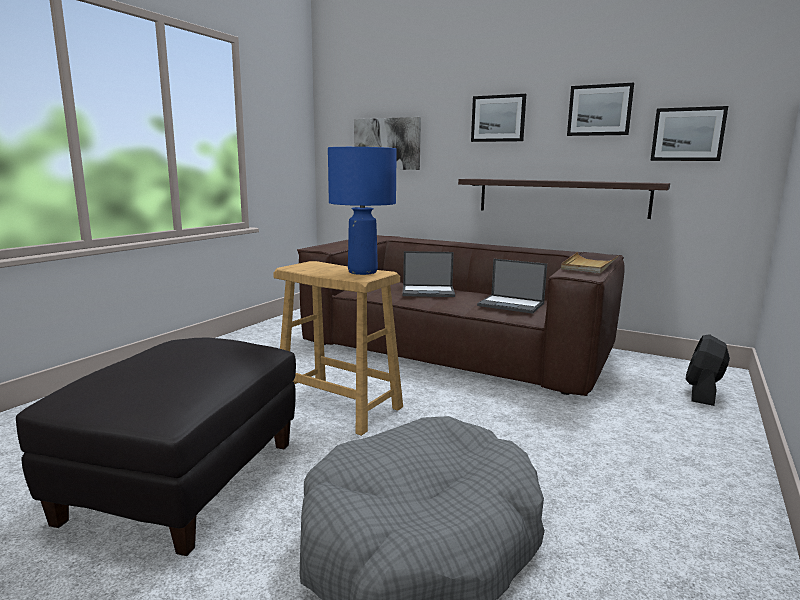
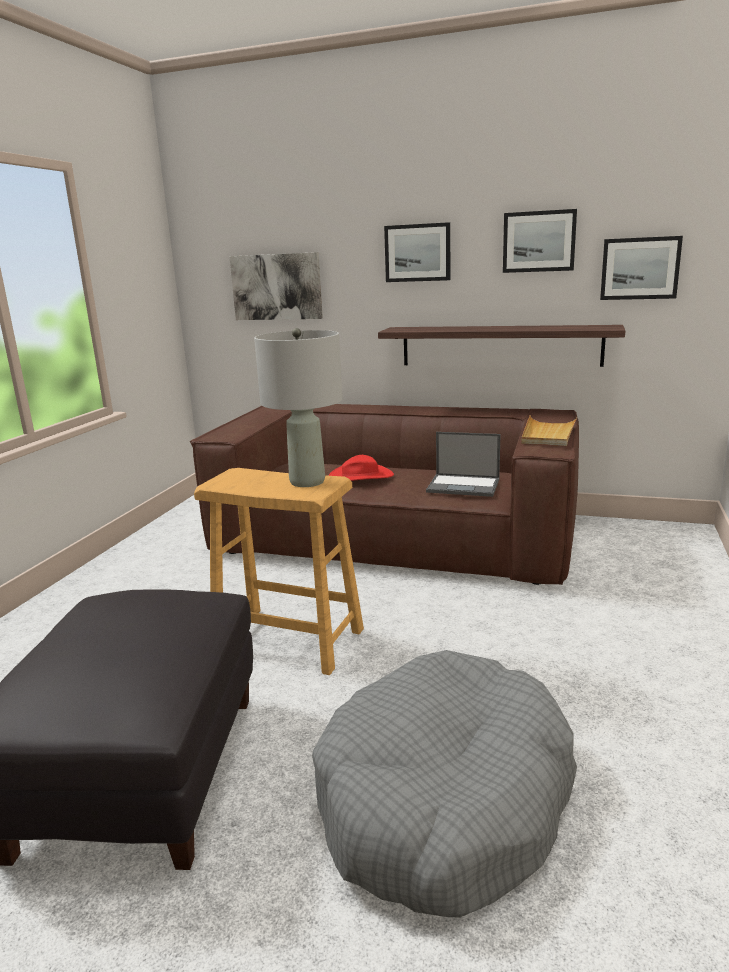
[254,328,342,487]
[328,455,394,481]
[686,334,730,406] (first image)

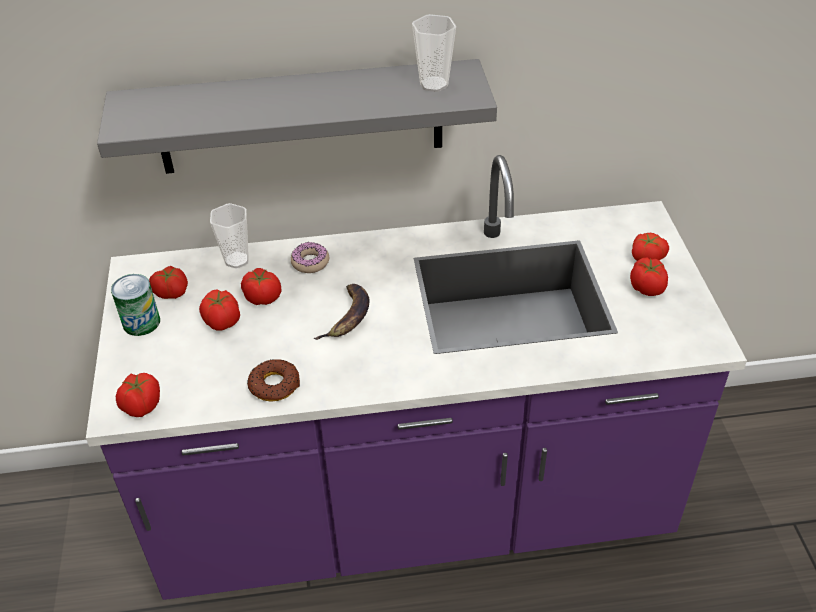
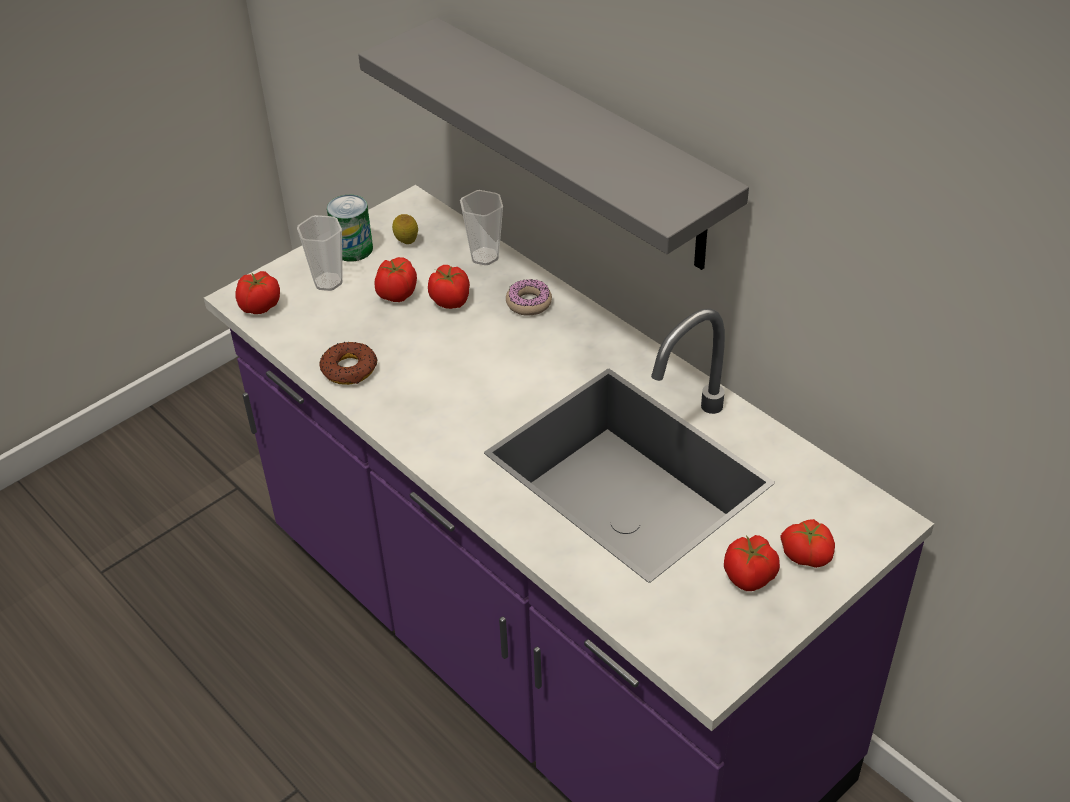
[297,215,343,291]
[392,214,418,244]
[313,284,370,340] (first image)

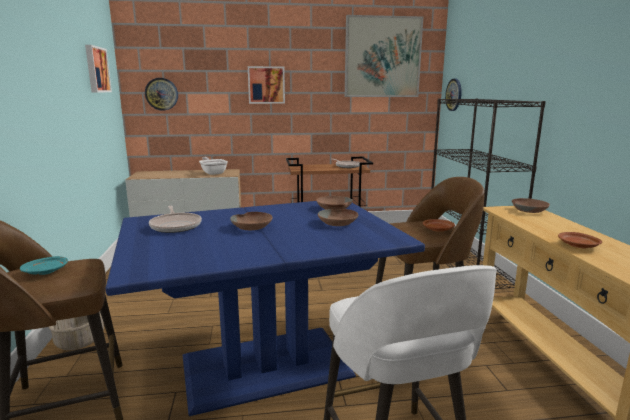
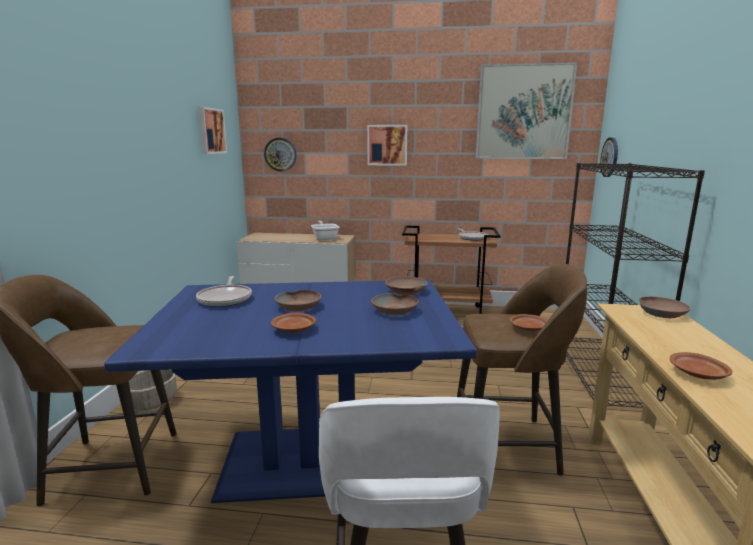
[271,313,316,333]
[20,256,68,275] (first image)

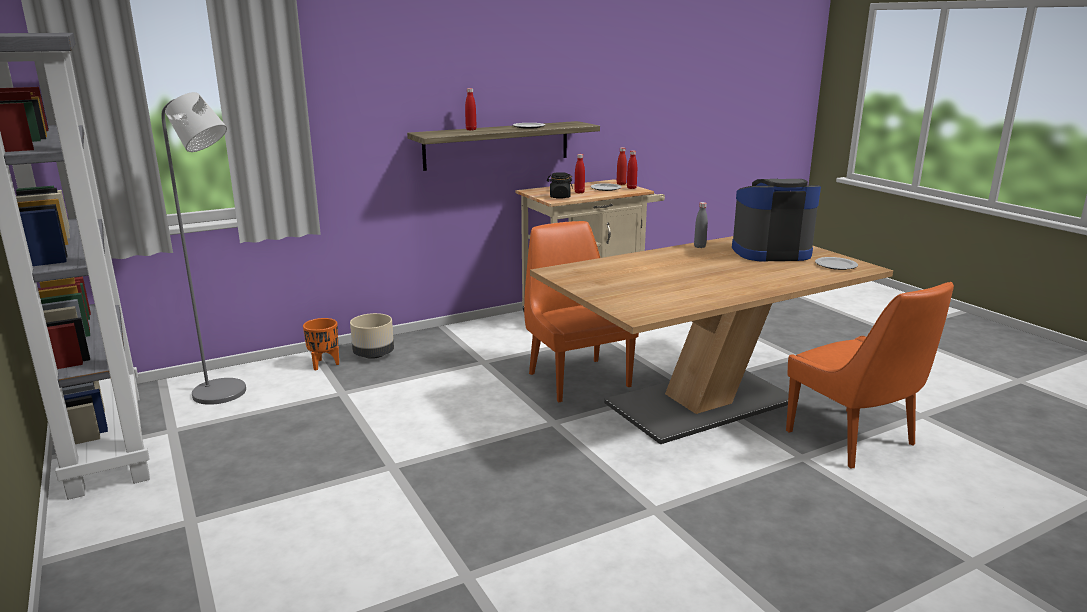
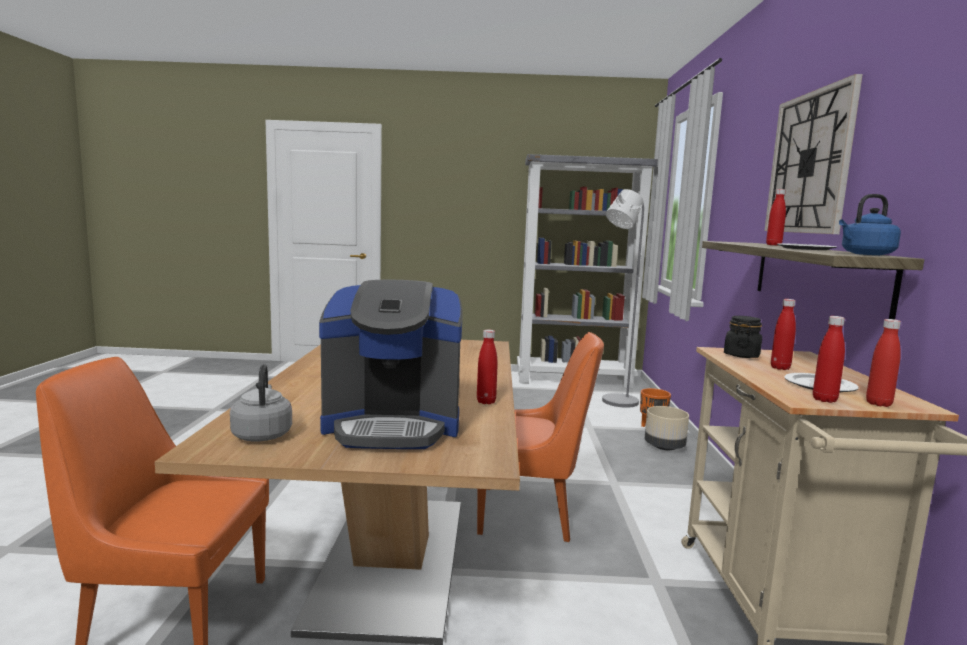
[230,364,292,441]
[319,280,463,449]
[477,330,498,404]
[764,74,863,234]
[839,194,901,255]

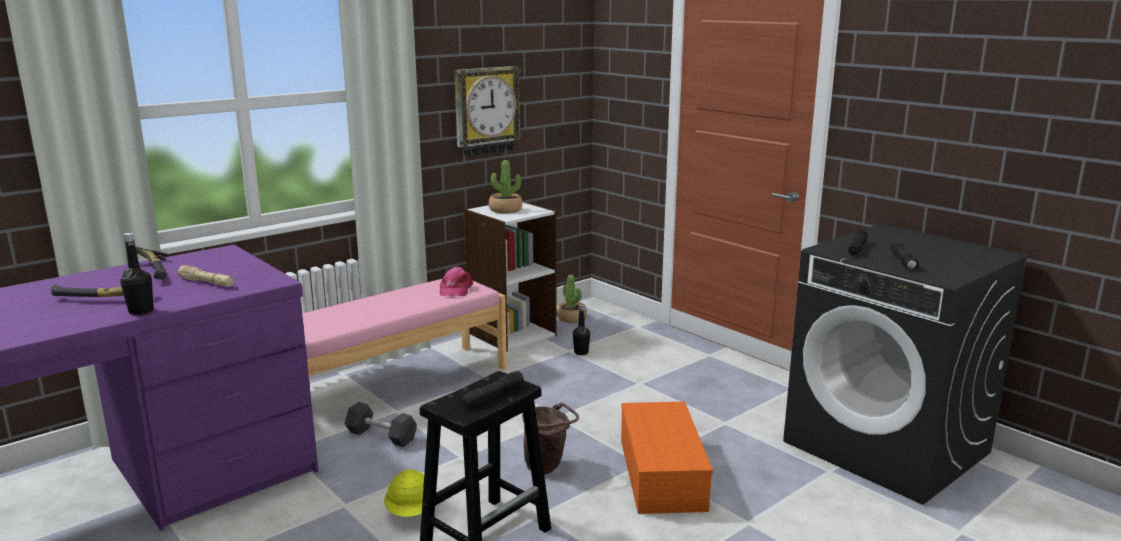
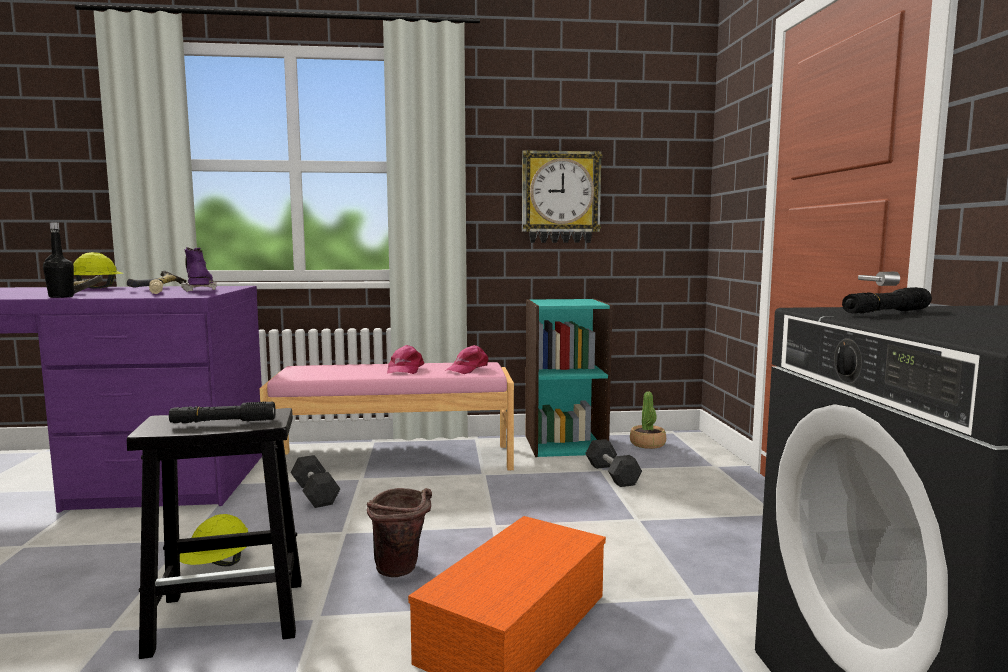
[73,252,123,288]
[181,247,216,292]
[387,345,424,374]
[526,299,612,457]
[585,439,642,487]
[489,160,522,213] (first image)
[890,241,919,271] (first image)

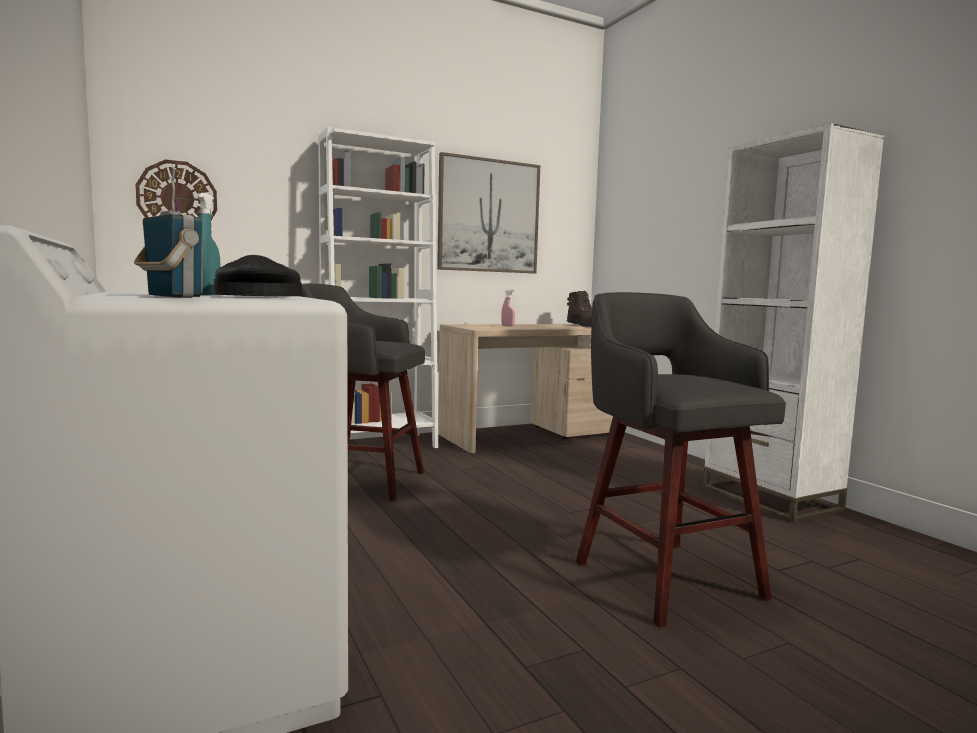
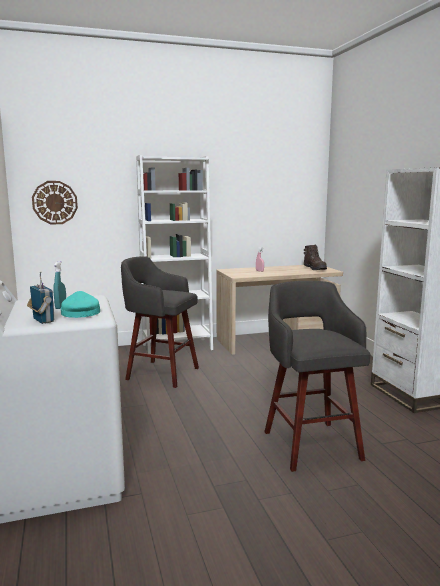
[61,291,100,318]
[437,152,540,273] (first image)

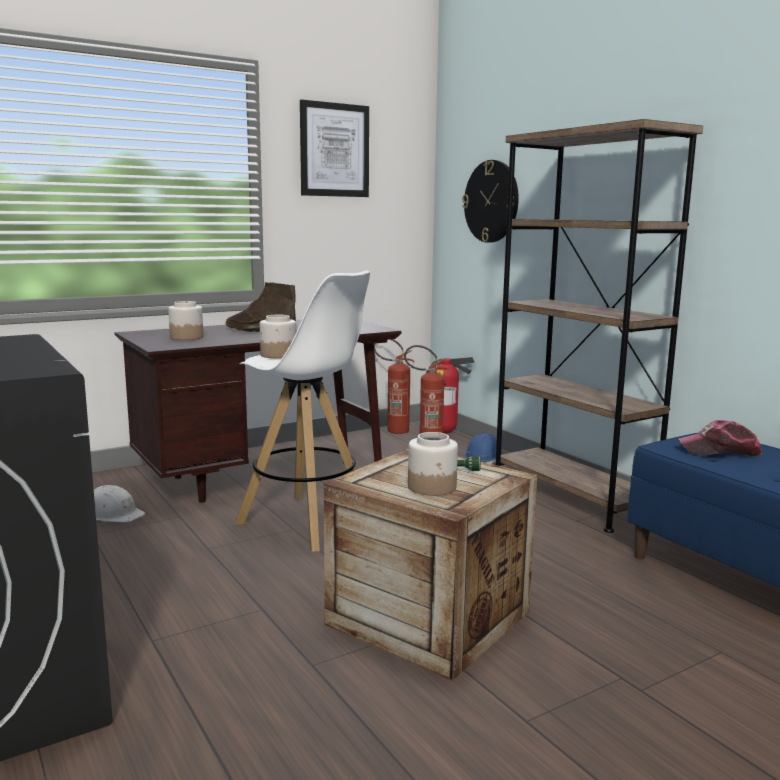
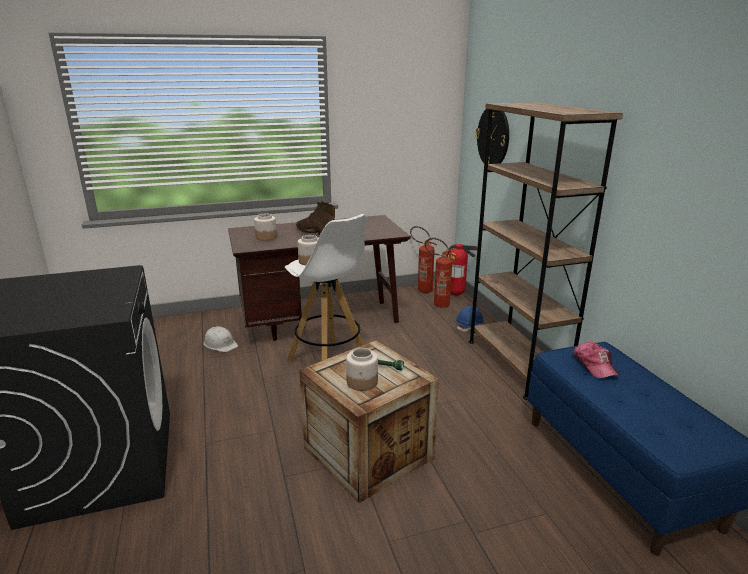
[574,341,620,378]
[300,99,369,197] (first image)

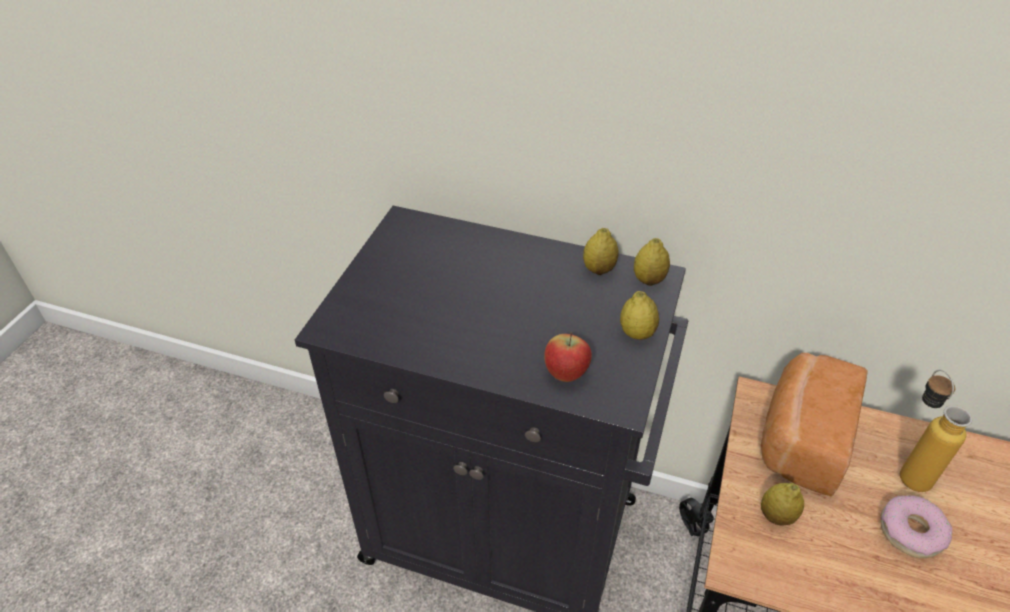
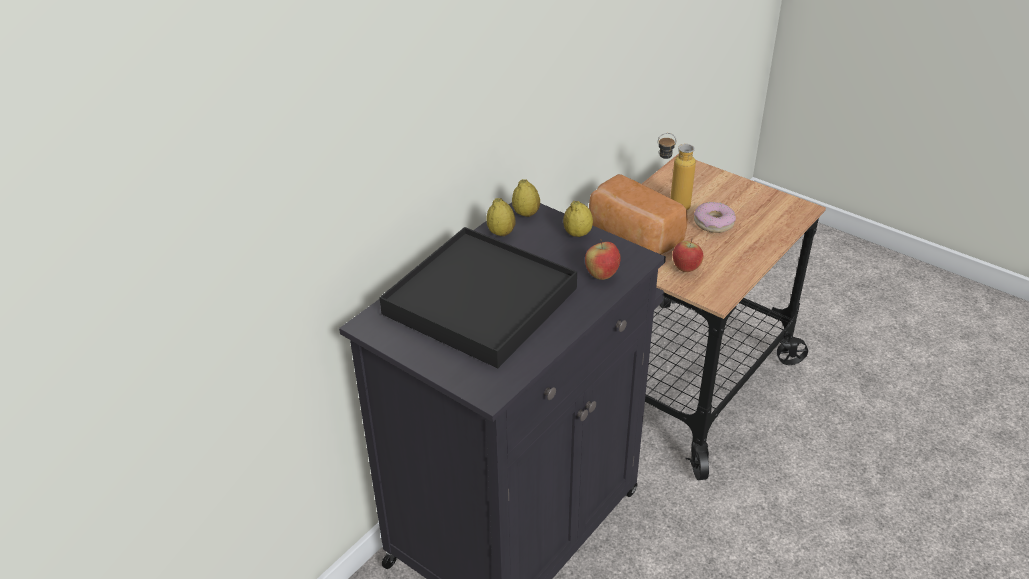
[379,227,577,368]
[673,239,703,272]

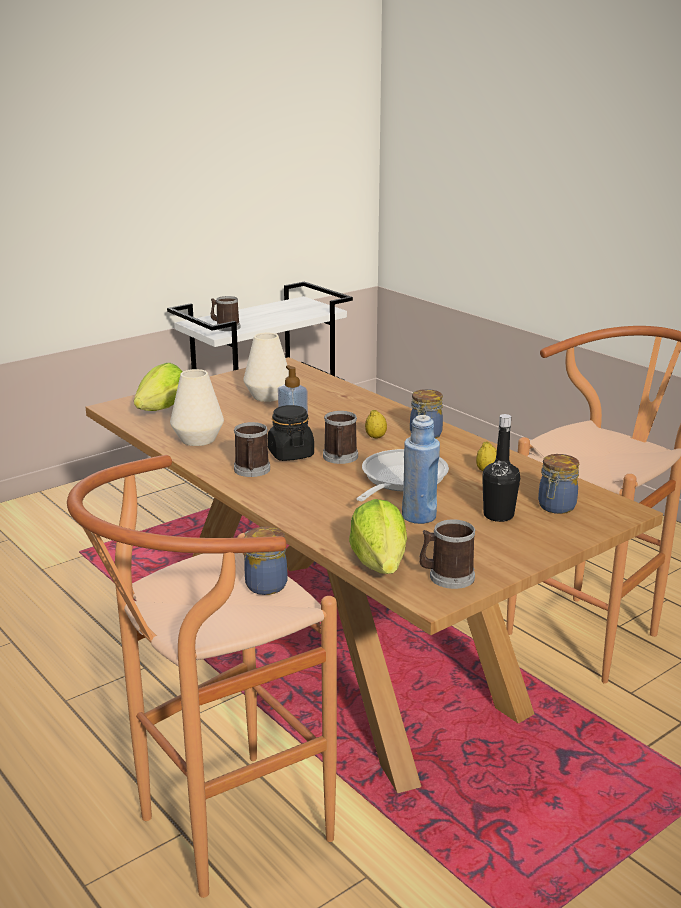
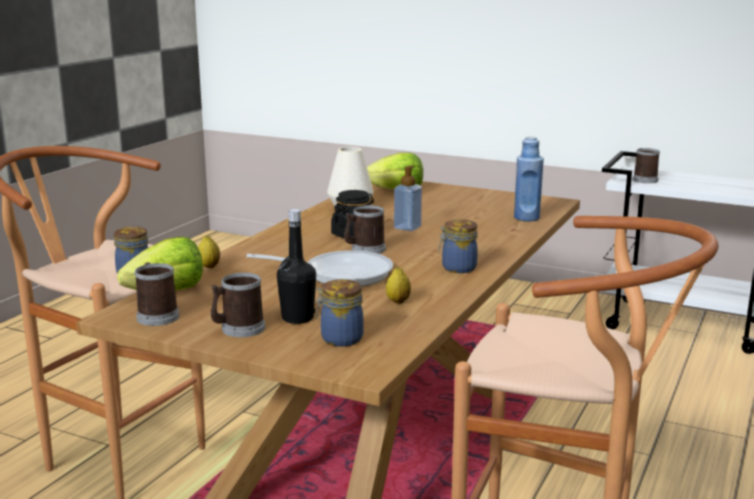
[198,236,220,268]
[211,273,265,337]
[514,137,544,221]
[243,333,289,402] (first image)

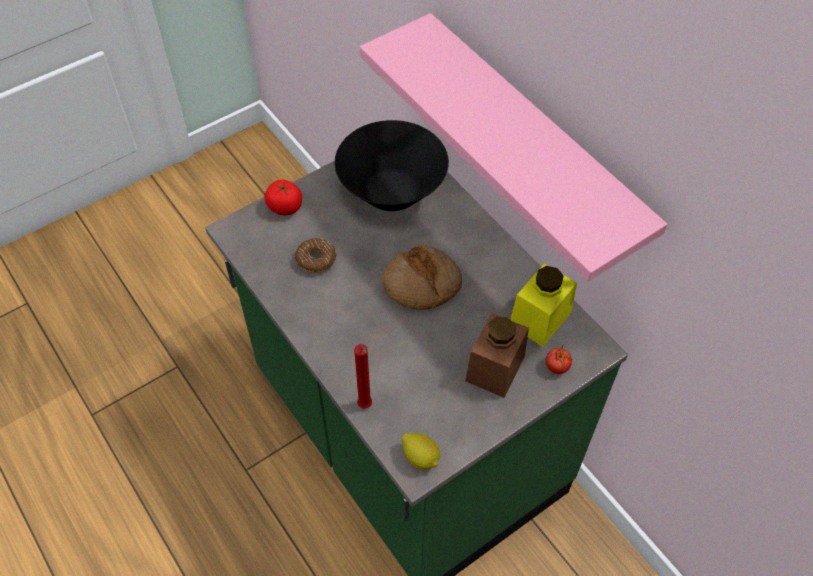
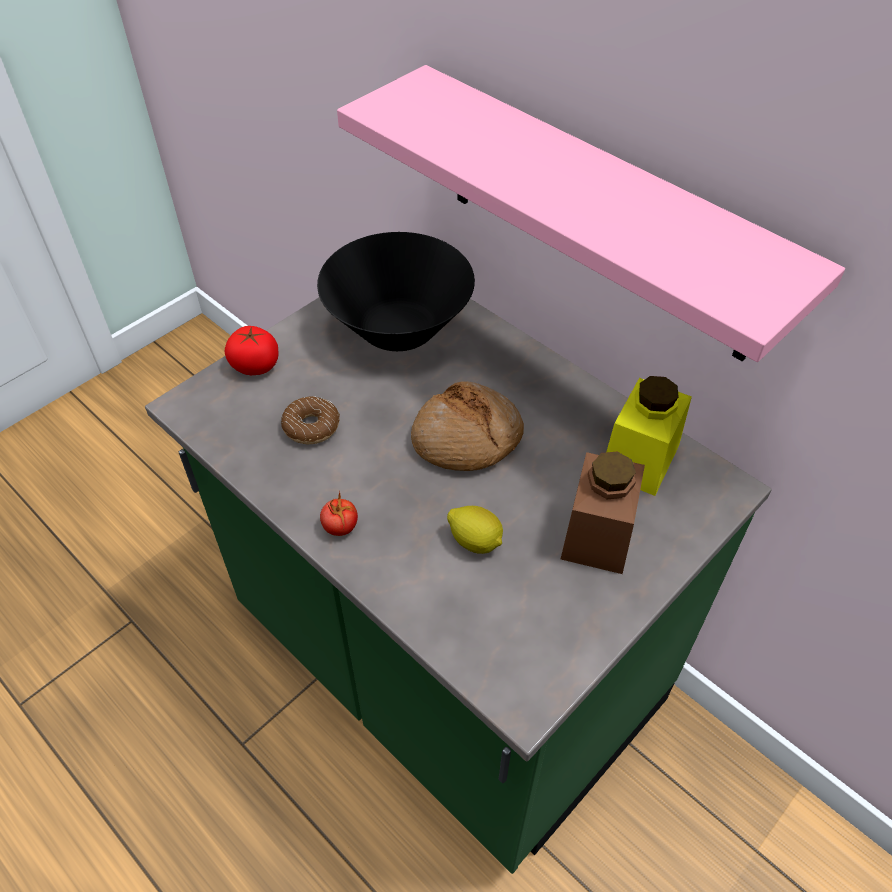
[320,490,358,536]
[447,506,503,554]
[354,344,372,409] (first image)

